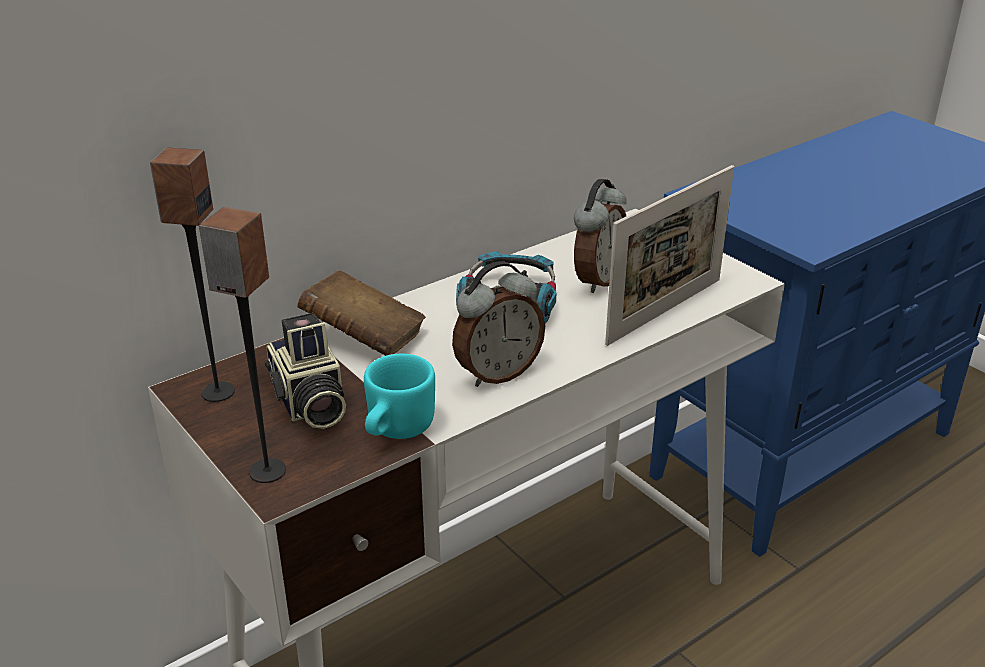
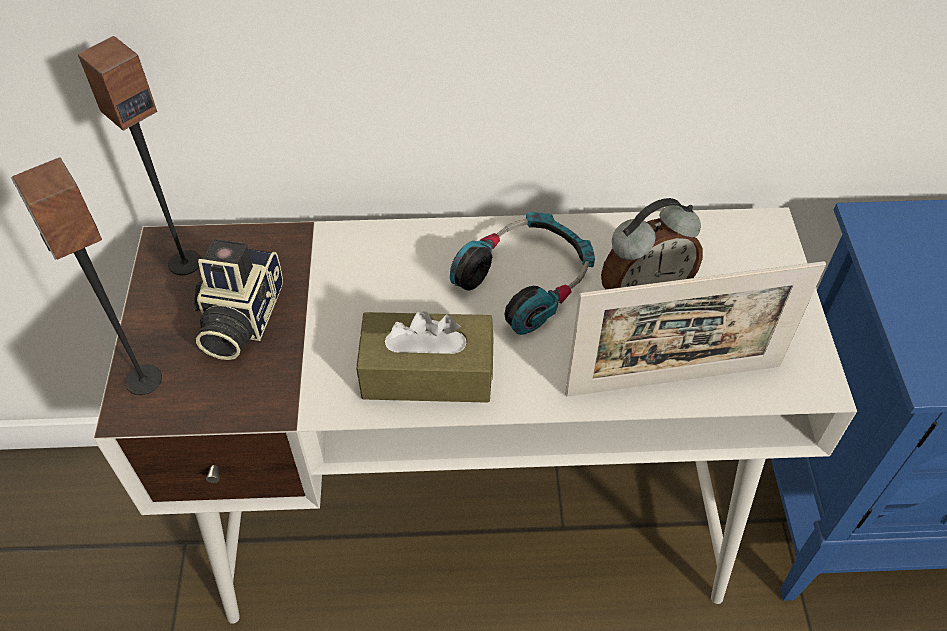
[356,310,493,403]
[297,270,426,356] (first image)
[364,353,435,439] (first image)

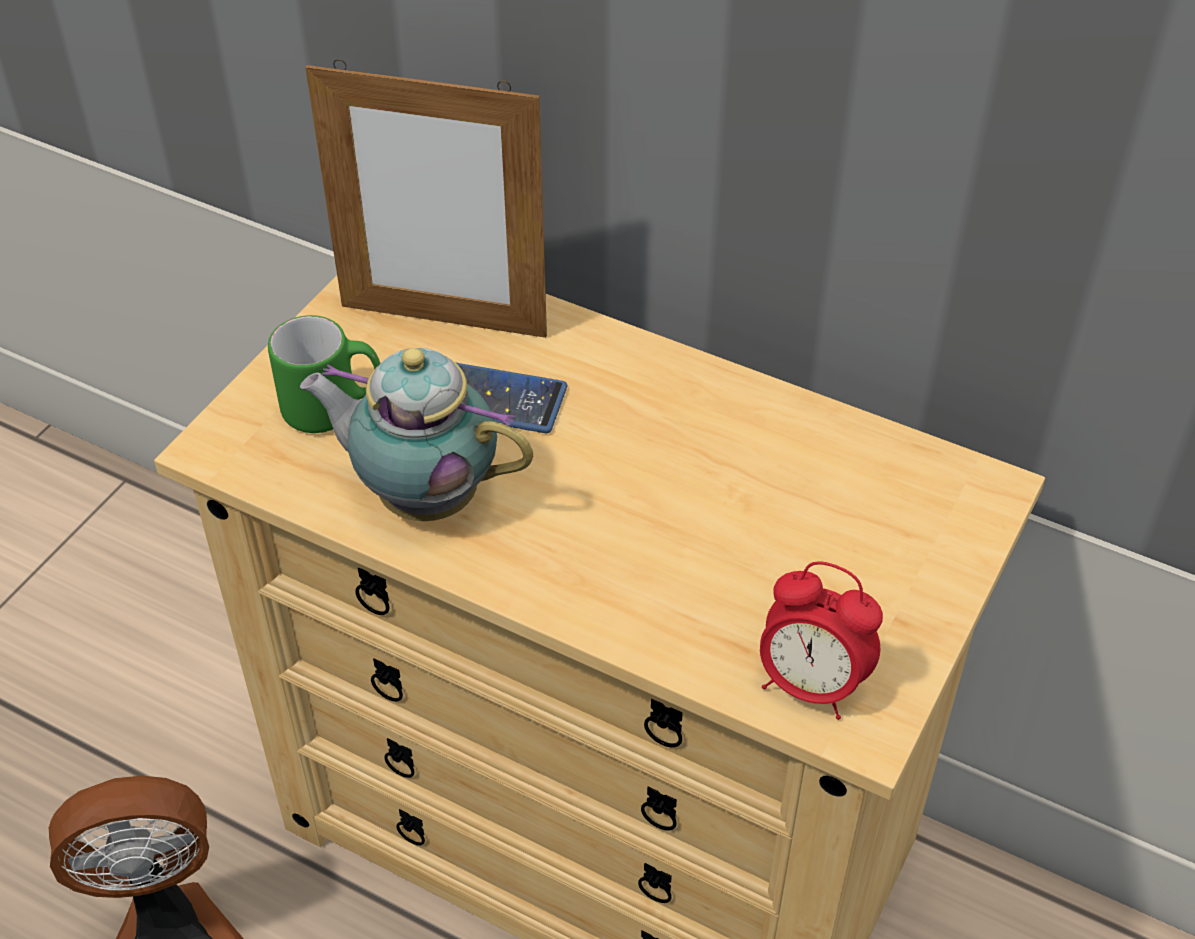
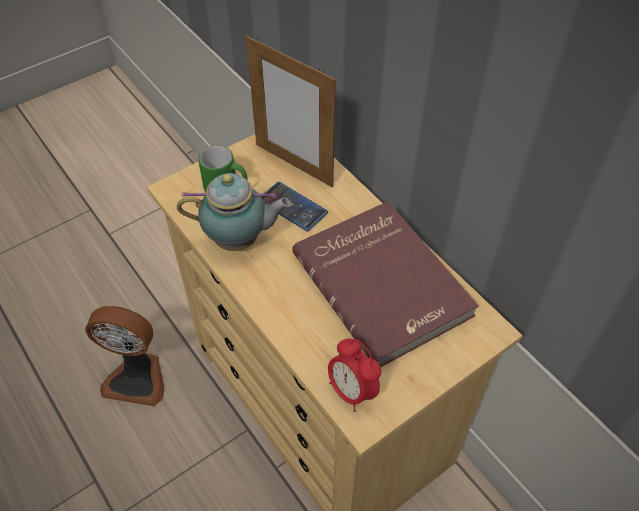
[177,173,291,251]
[292,201,479,367]

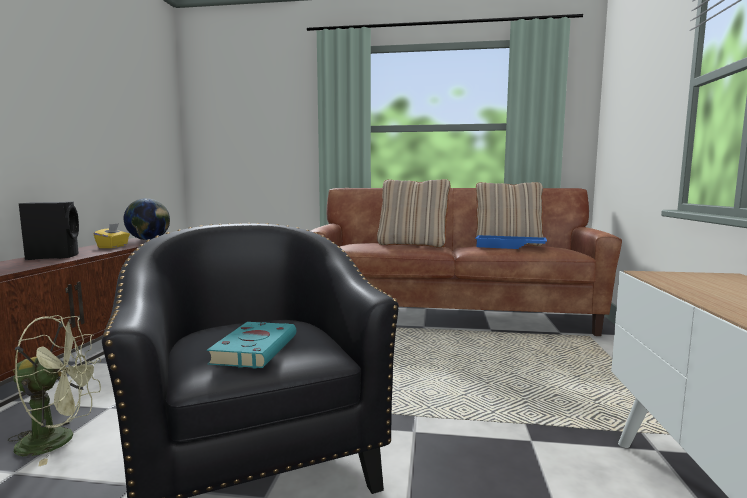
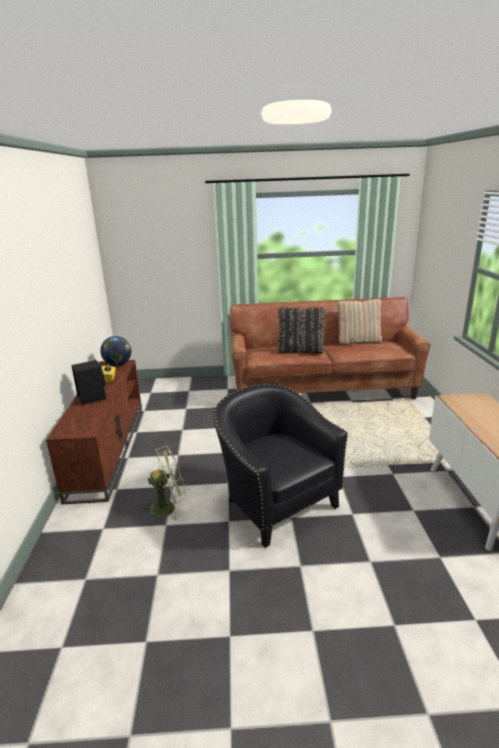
[277,307,325,354]
[207,322,296,369] (first image)
[475,235,547,249] (first image)

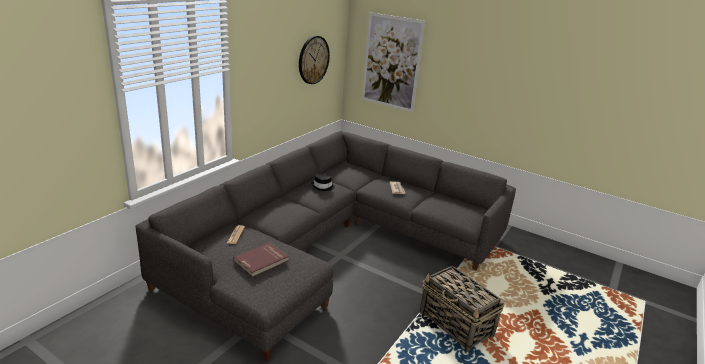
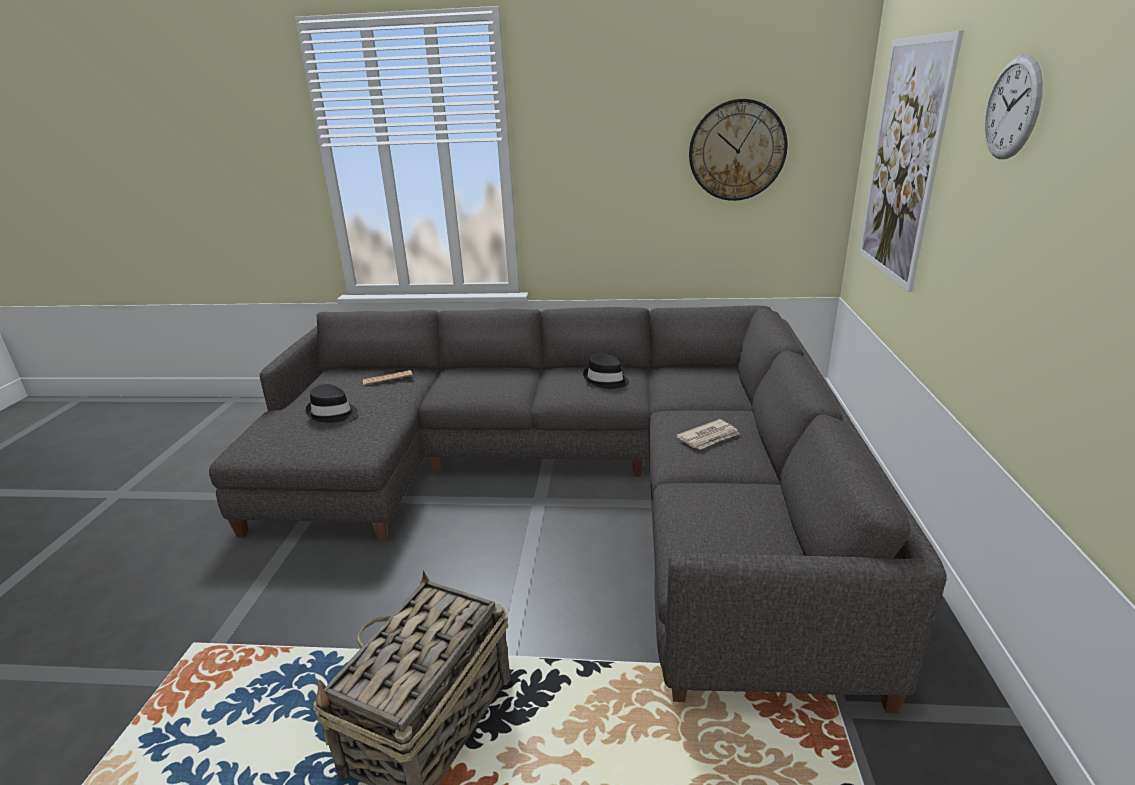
[306,384,358,423]
[984,54,1043,159]

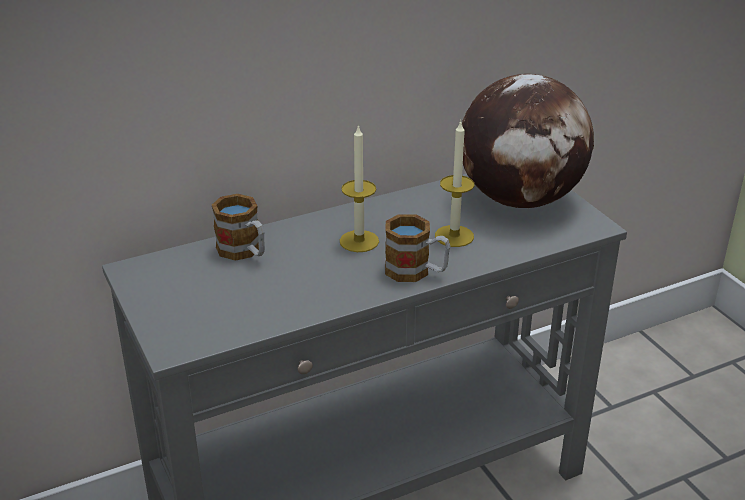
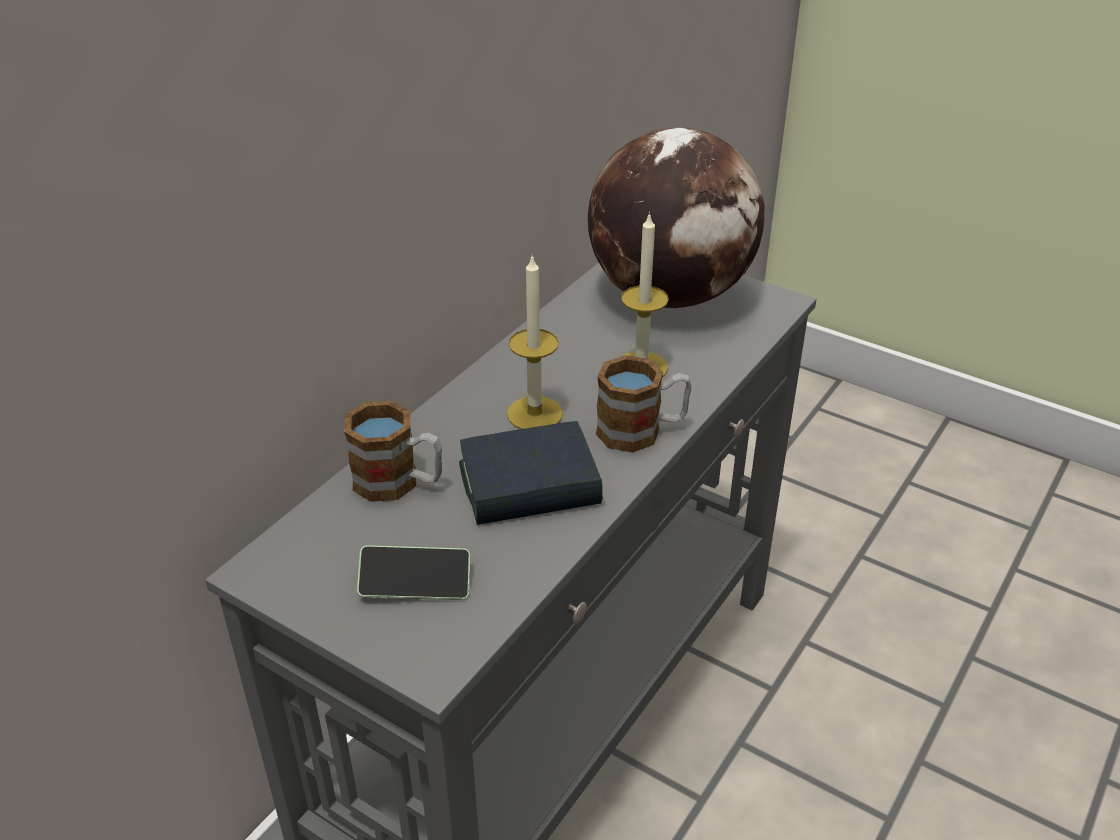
[357,545,470,600]
[459,421,603,525]

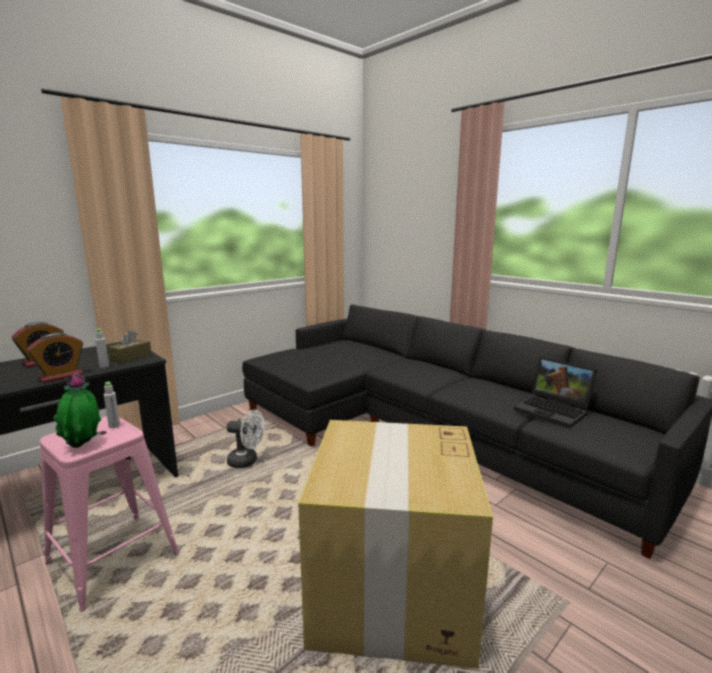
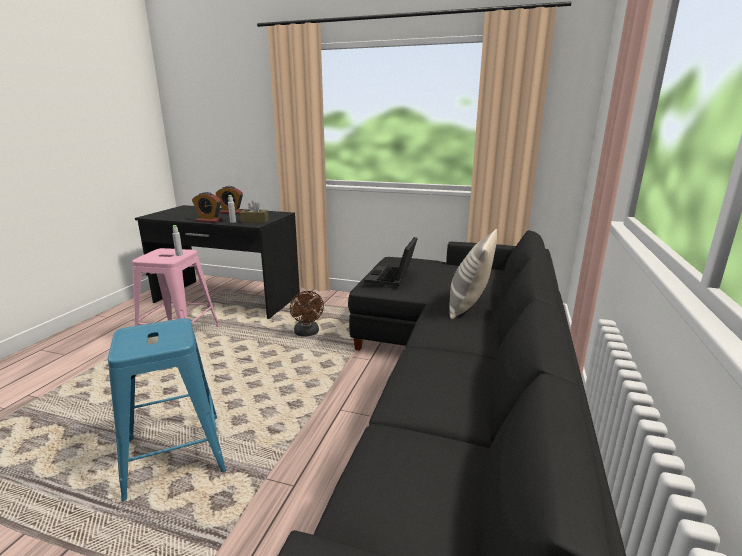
[108,318,226,501]
[290,291,324,337]
[365,237,418,286]
[449,229,497,319]
[53,373,101,448] (first image)

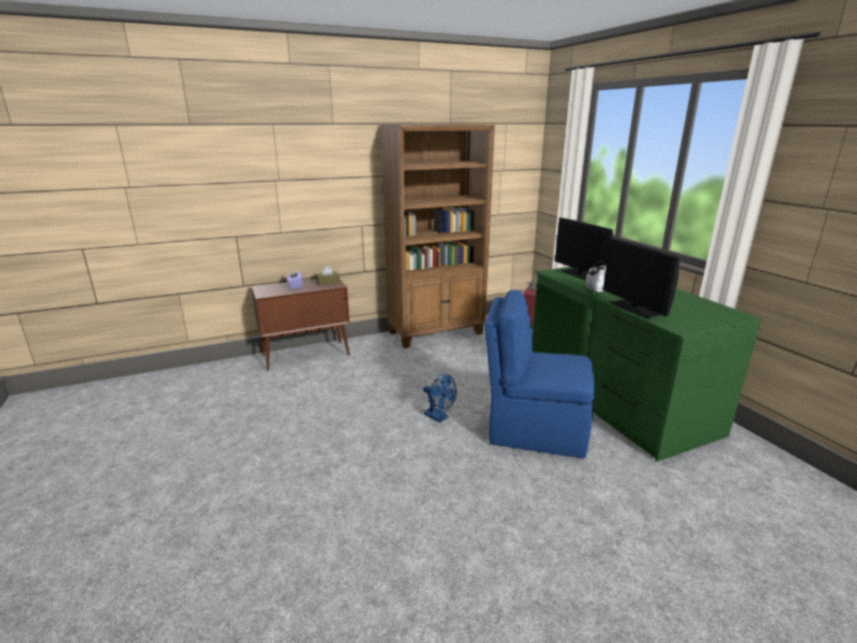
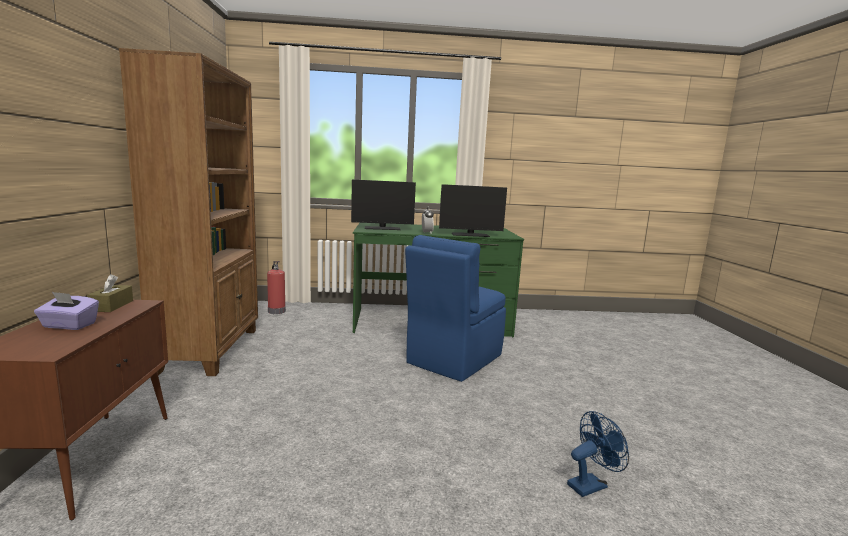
[567,411,629,497]

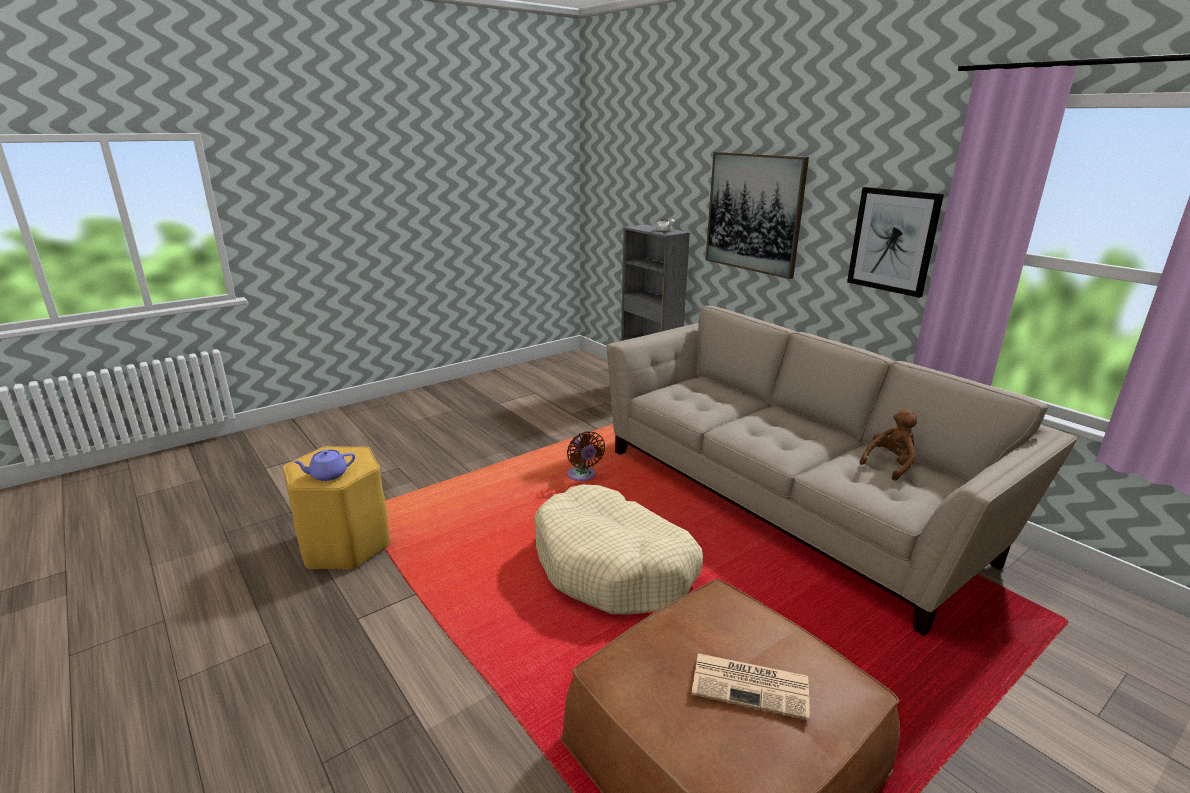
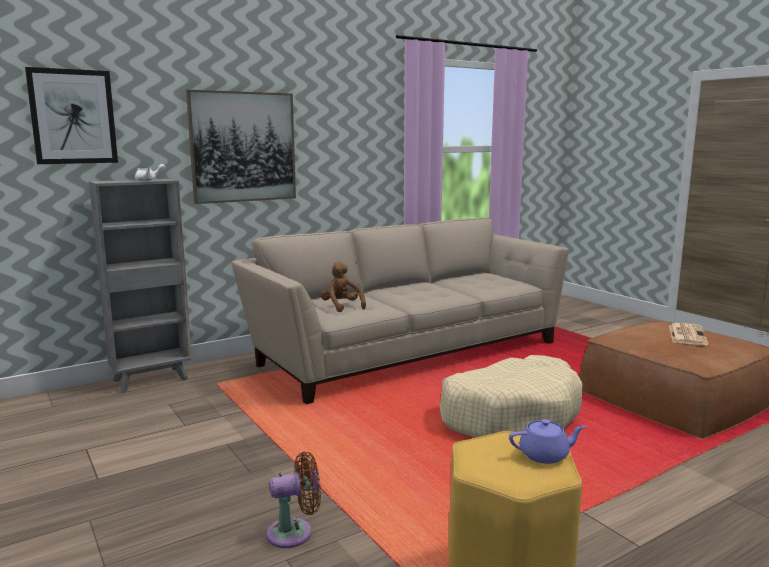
[25,67,118,164]
[266,451,321,548]
[321,262,366,312]
[509,419,586,464]

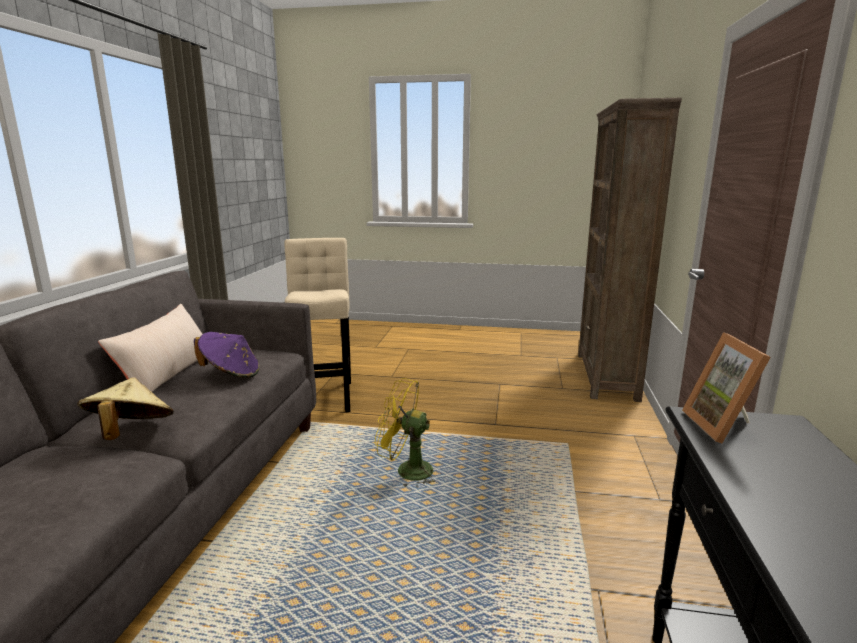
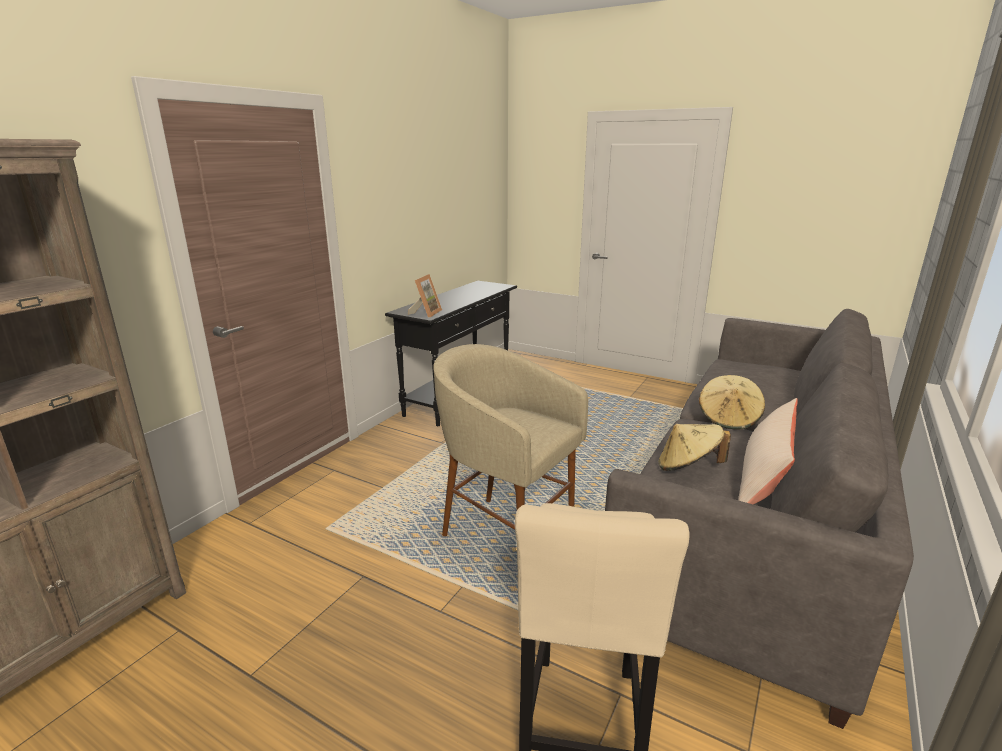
[433,344,588,536]
[658,424,731,471]

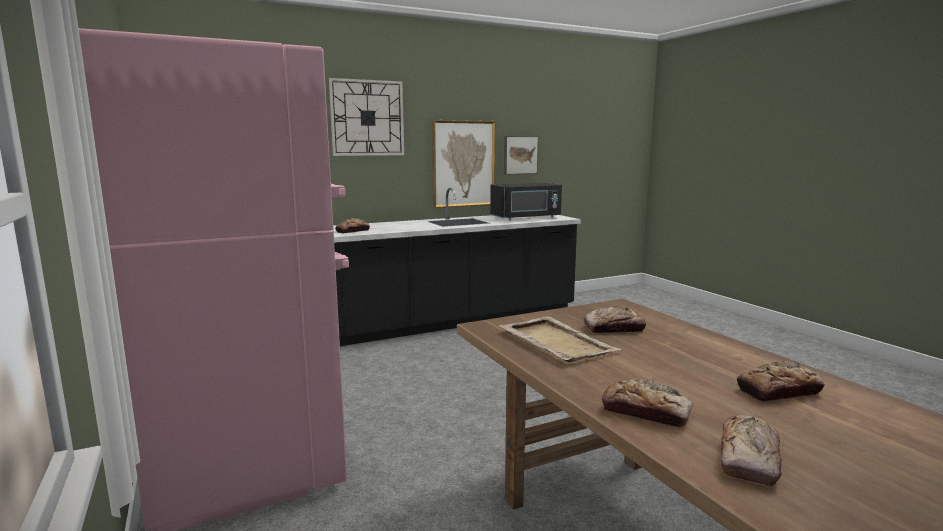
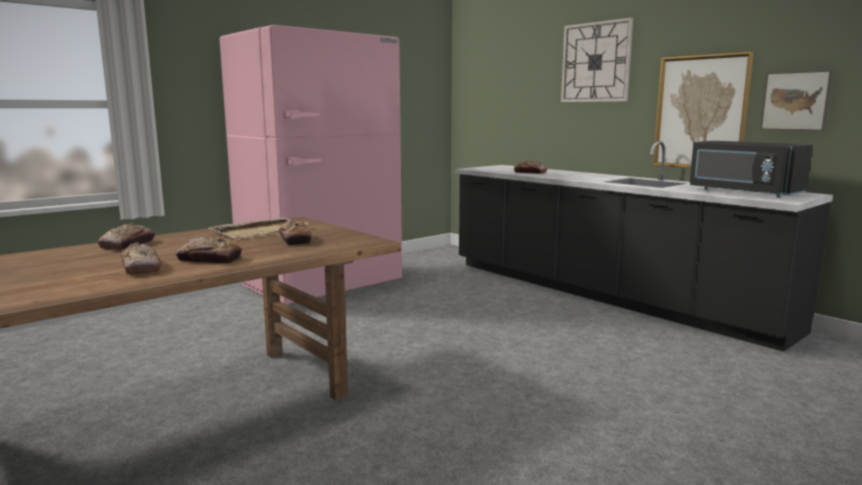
[176,237,242,264]

